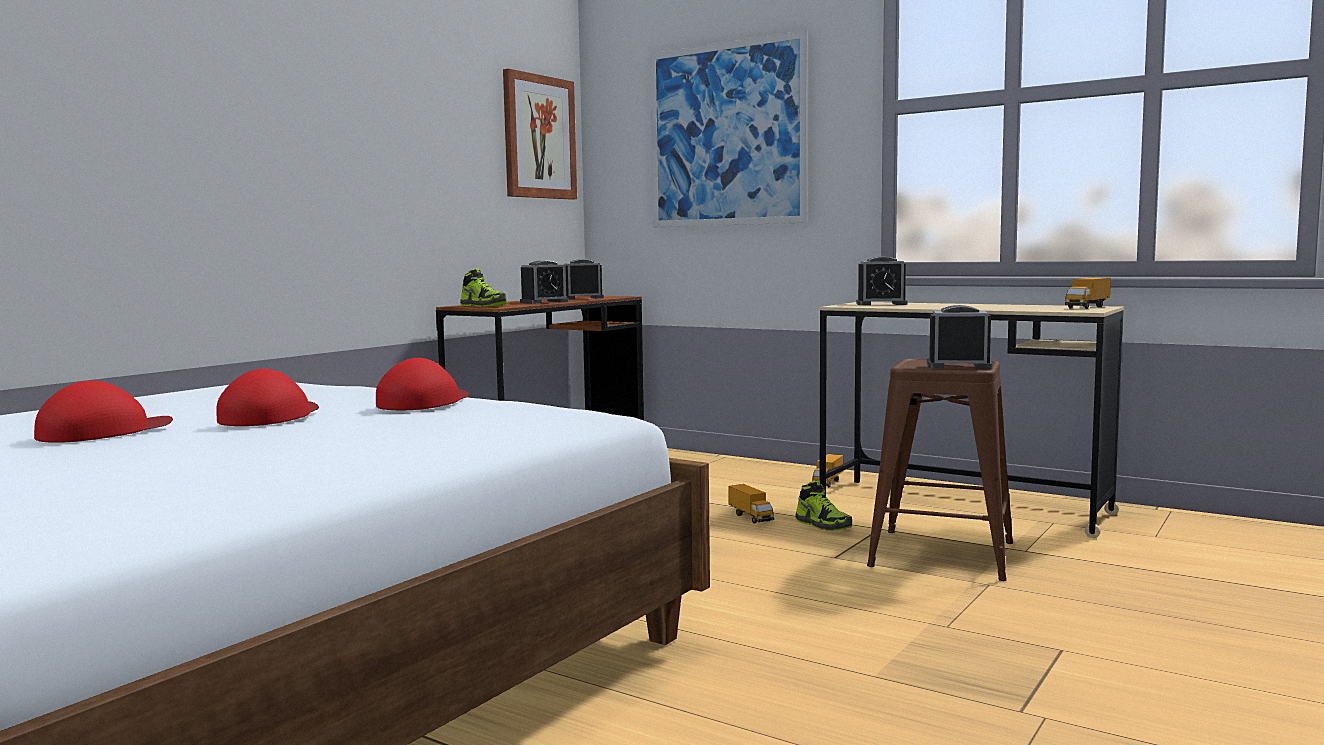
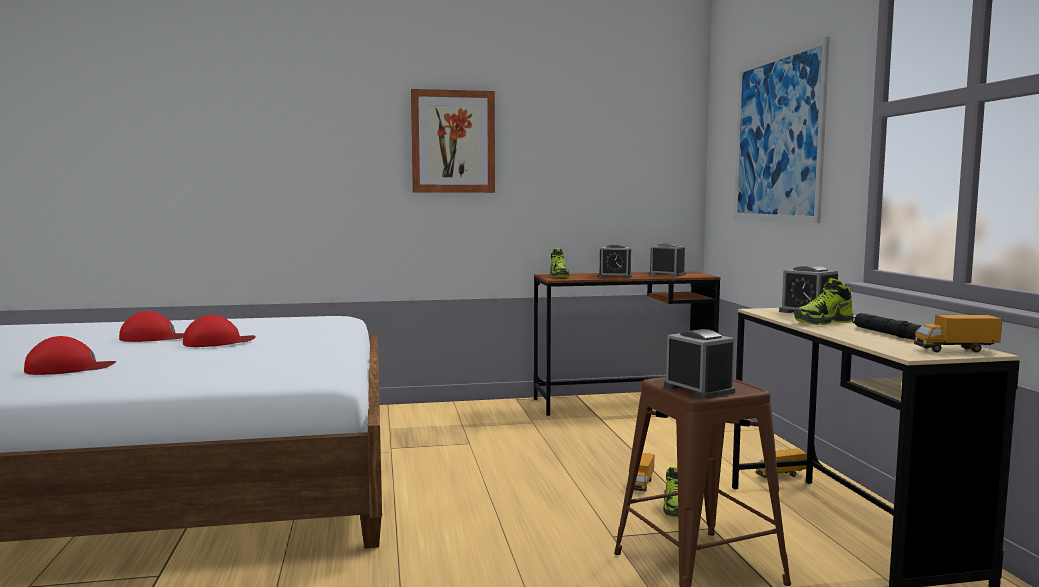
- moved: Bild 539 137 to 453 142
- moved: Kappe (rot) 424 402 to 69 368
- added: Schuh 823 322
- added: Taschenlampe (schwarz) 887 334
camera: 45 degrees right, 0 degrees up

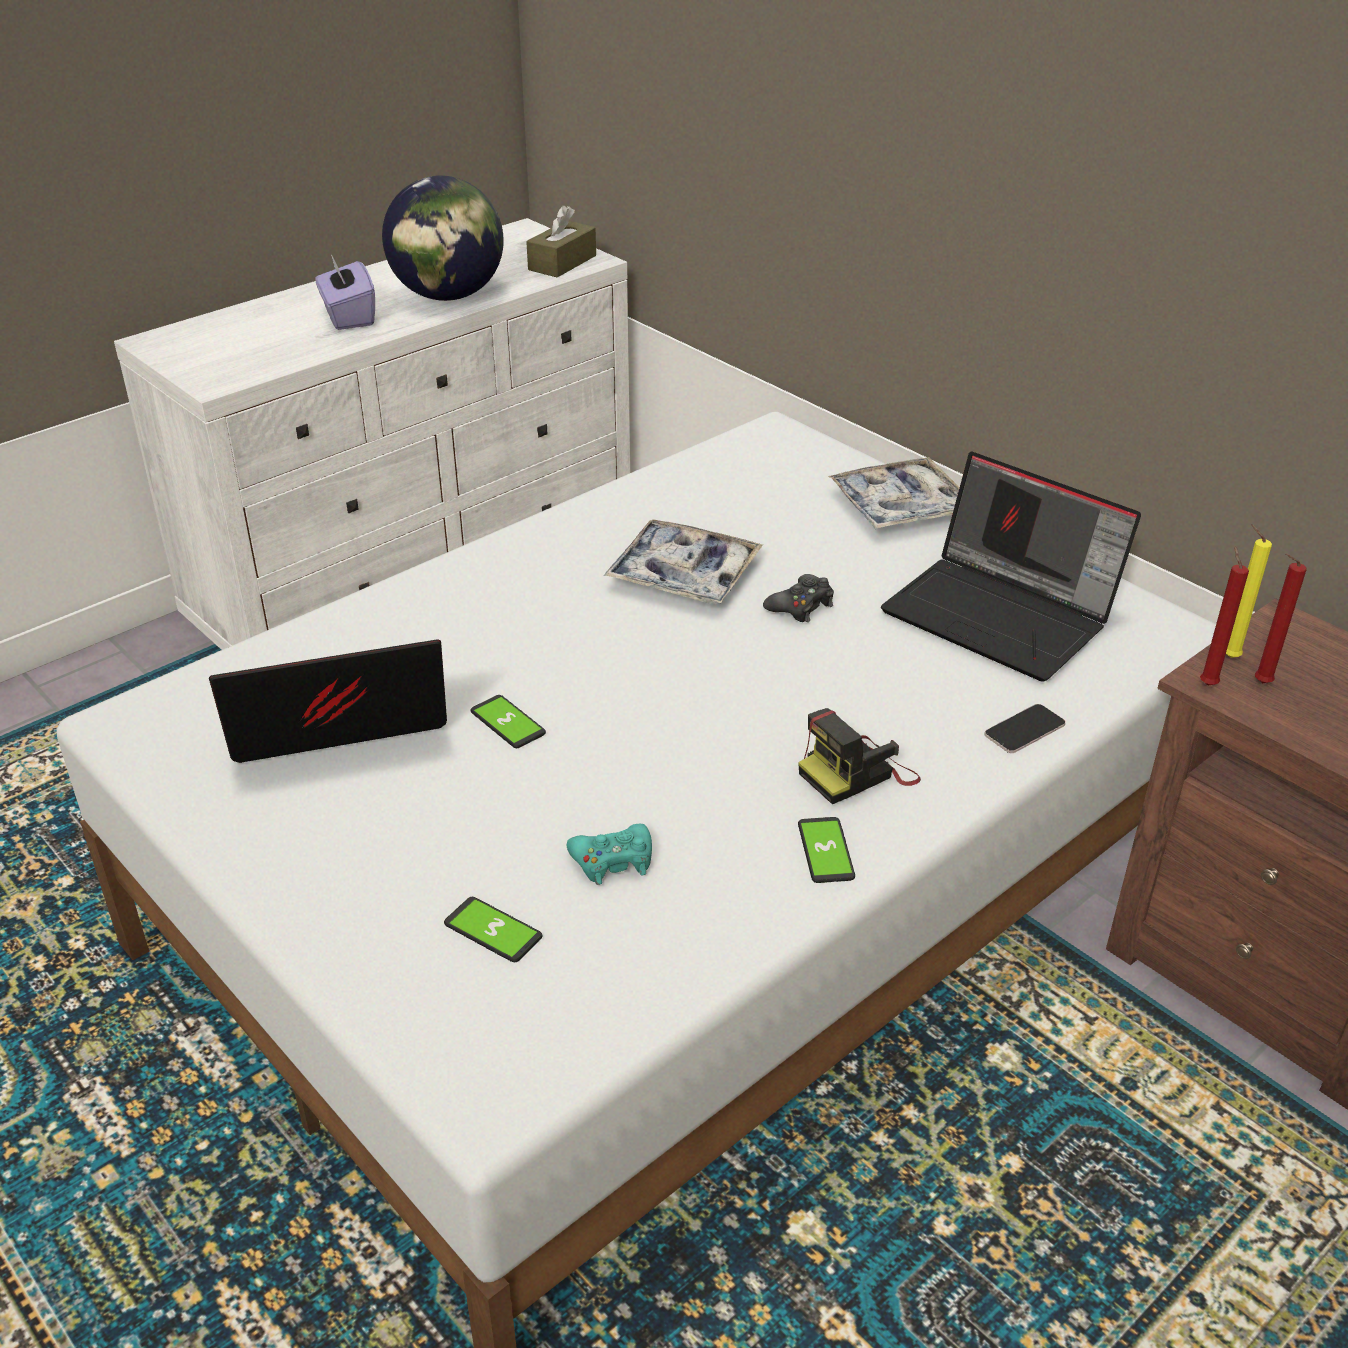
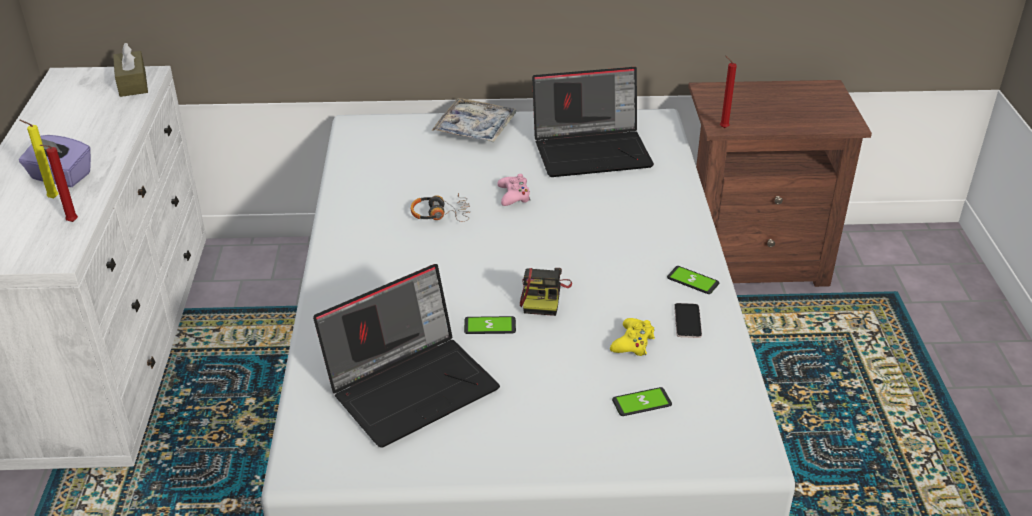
- removed: Globus 448 296
- replaced: Tablett 683 575 to Kopfhörer 441 214
- moved: Kerze (gelb) 1228 656 to 51 198
- moved: Kerze (rot) 1259 683 to 71 222
- recoloured: Gamepad (schwarz) 801 606 to Gamepad (rosa) 514 196
- turned: Laptop 333 722 = 412 385 150 degrees counterclockwise
- moved: Handy 1024 730 to 687 321
- moved: Kamera 857 773 to 544 296
- recoloured: Gamepad (türkis) 613 861 to Gamepad (gelb) 633 343
camera: 50 degrees left, 0 degrees up

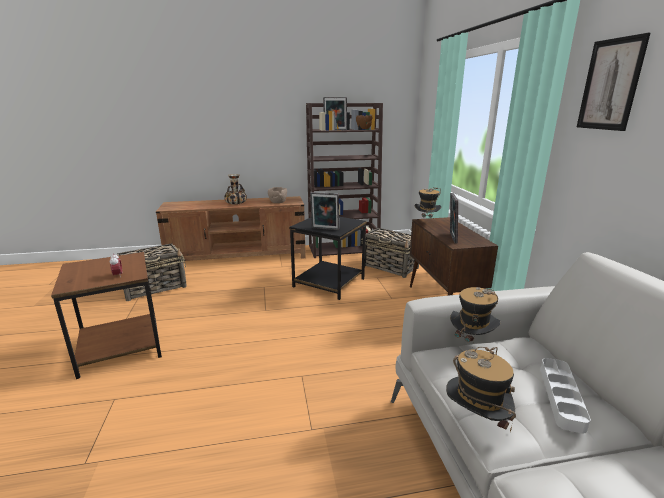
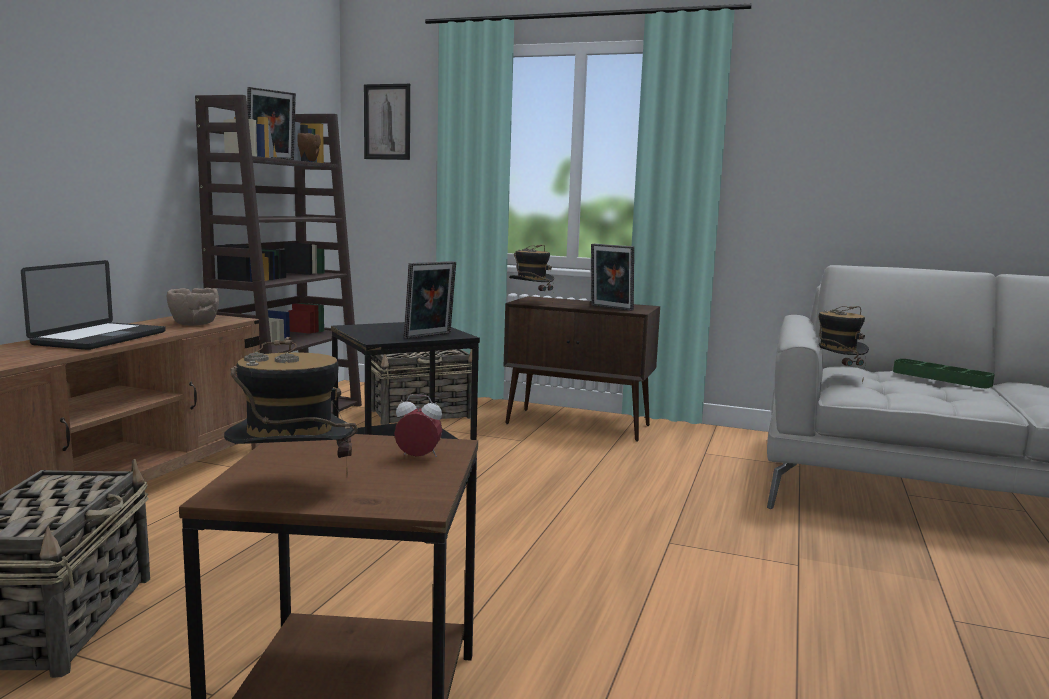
- moved: Bild 610 85 to 387 122
- replaced: Vase 236 203 to Laptop 100 338
- moved: Hut 475 422 to 291 489
- recoloured: Tablett (grau) 561 396 to Tablett (grün) 941 378
camera: 60 degrees left, 10 degrees down

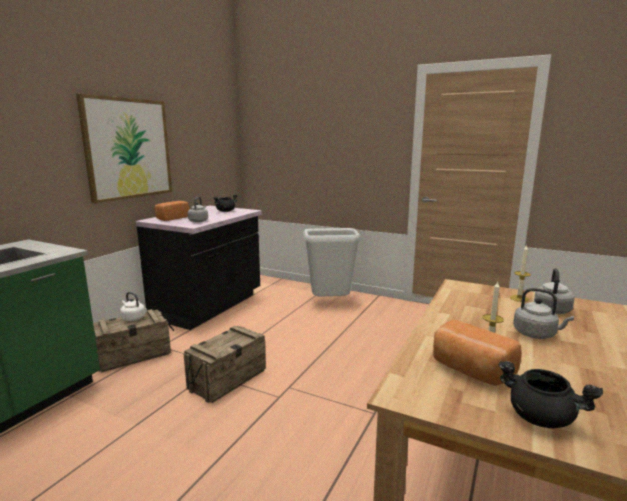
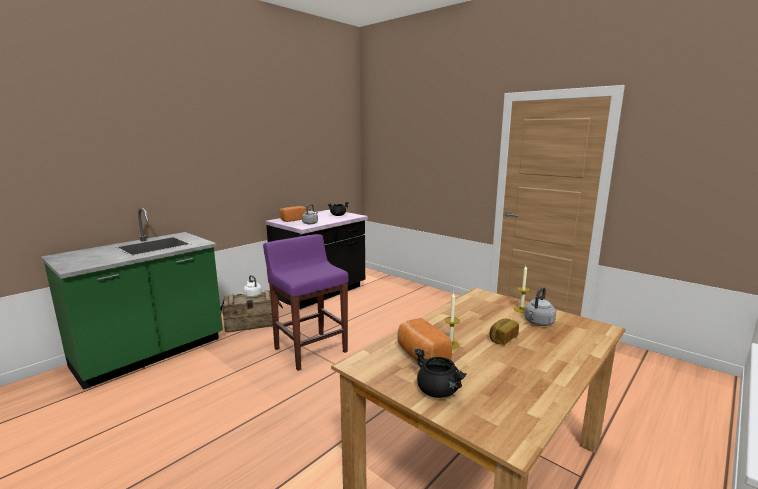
- removed: Bild 128 149
- removed: Mülleimer (grau) 330 302
- replaced: Wasserkessel (grau) 536 334 to Brot 502 338
- replaced: Kiste 227 379 to Hocker (lila) 310 350
camera: 15 degrees right, 0 degrees up

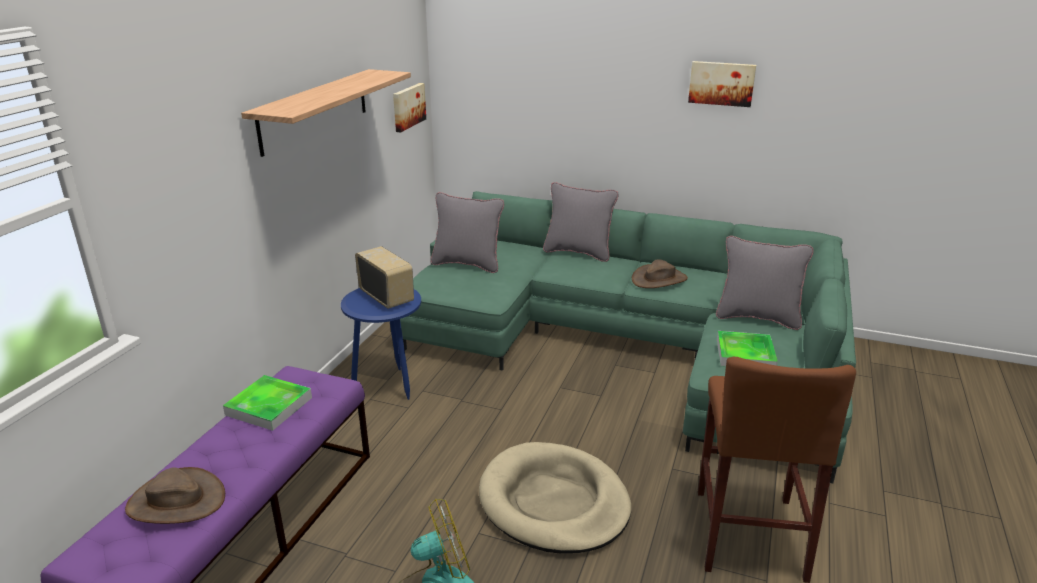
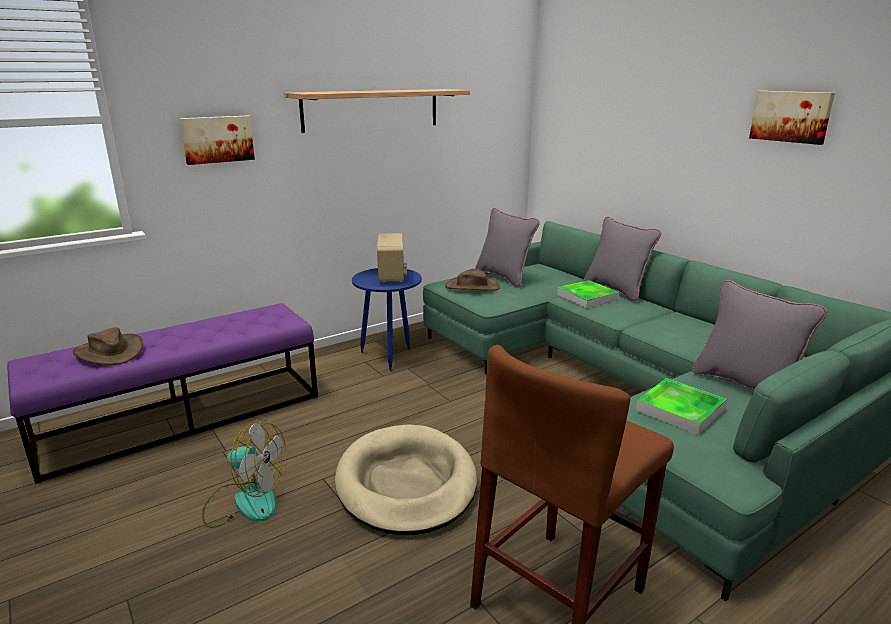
- moved: Bild 408 106 to 217 139
- moved: Hut (braun) 659 279 to 472 286
- moved: Tablett 269 406 to 587 297
camera: 35 degrees right, 5 degrees down

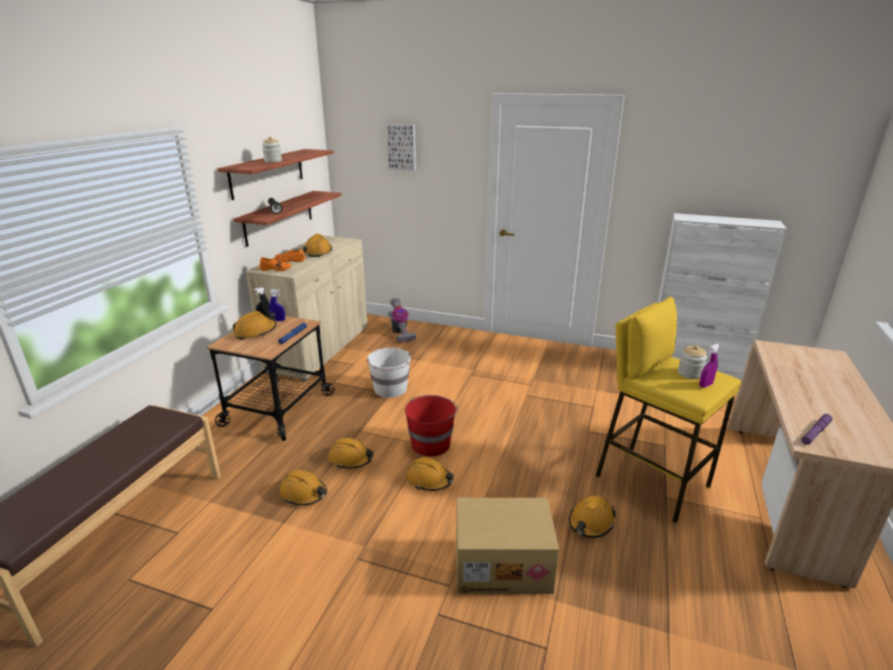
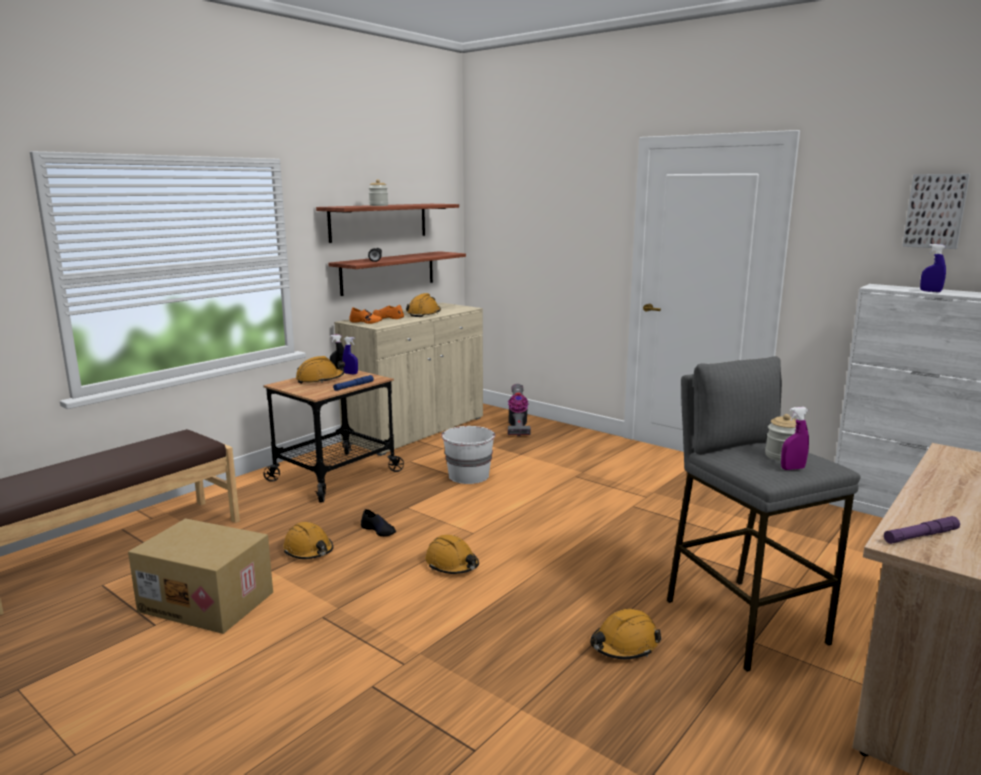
- moved: Bild 402 147 to 935 211
- recoloured: Hocker (gelb) 651 481 to Hocker (grau) 744 621
- removed: Eimer (rot) 431 443
- replaced: Schutzhelm (orange) 351 459 to Schuh (schwarz) 379 530
- moved: Karton 503 564 to 208 601
- added: Sprühflasche (blau) 930 291
camera: 20 degrees right, 10 degrees down

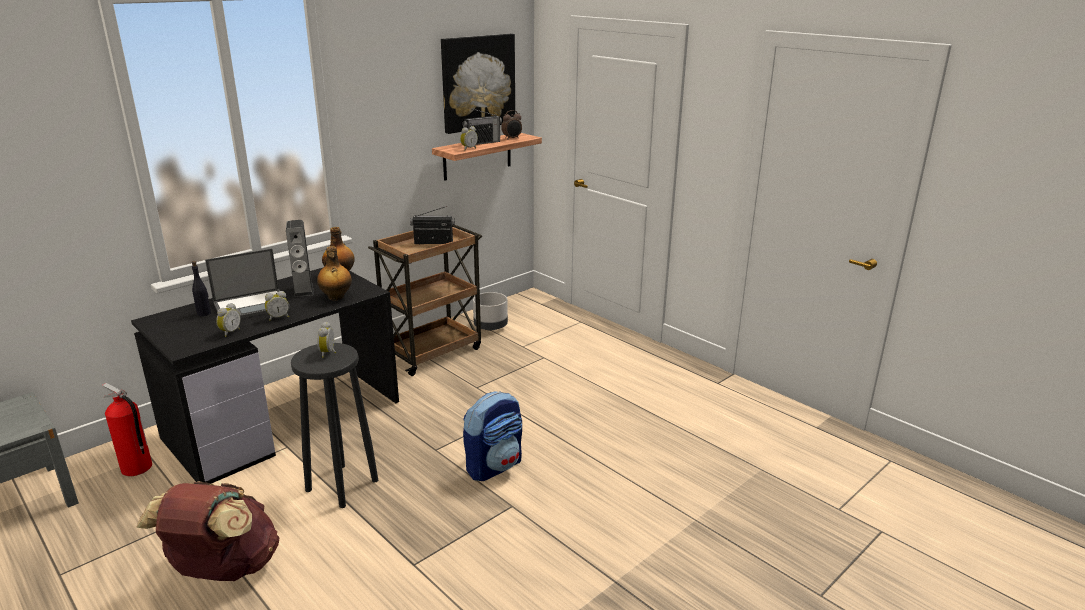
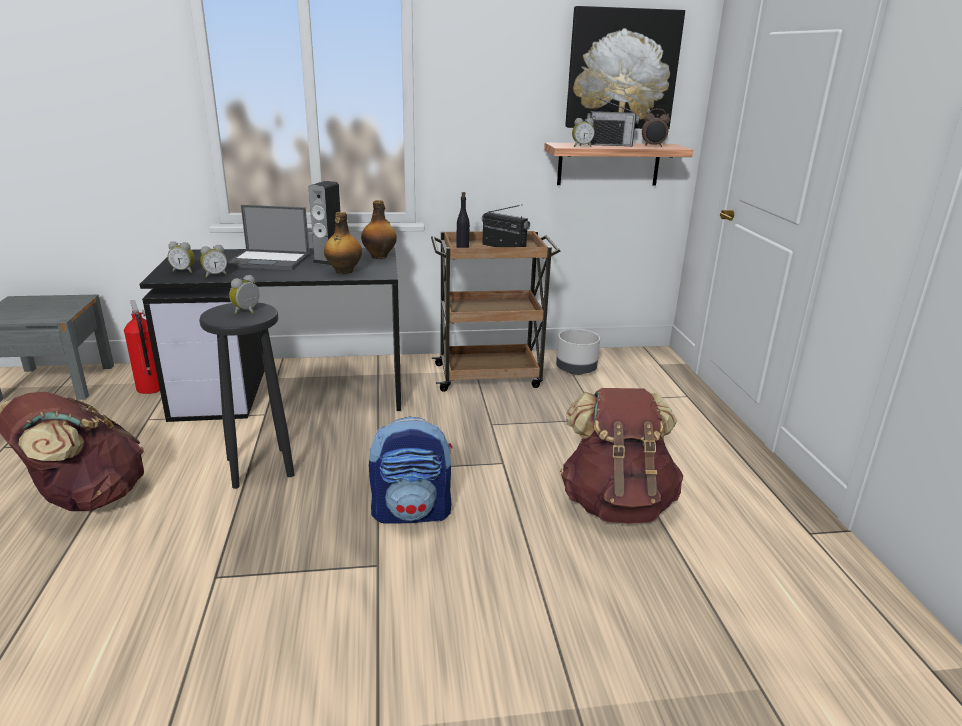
- moved: Flasche (schwarz) 204 313 to 462 247
- moved: Wecker 278 317 to 184 271
- added: Rucksack (braun) 616 503
camera: 35 degrees right, 0 degrees up

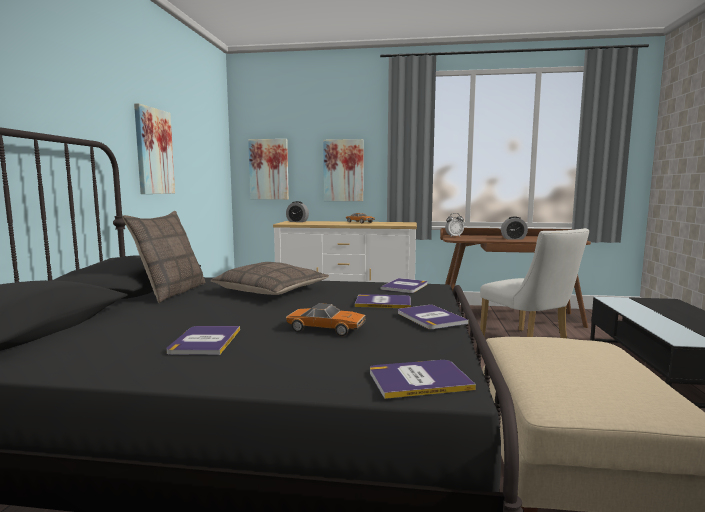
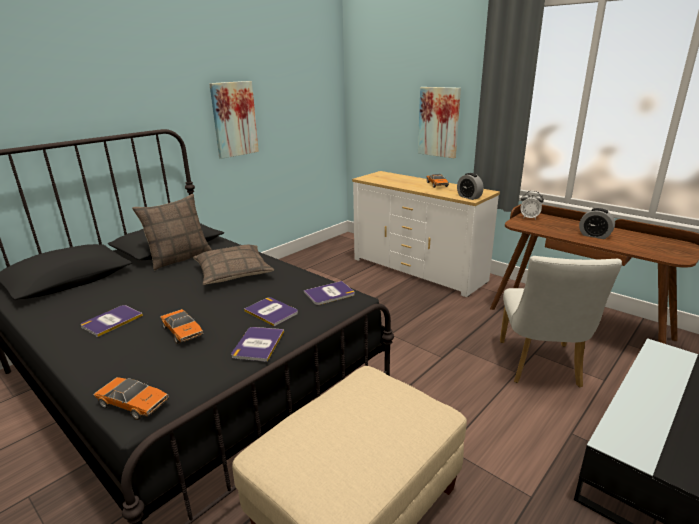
- removed: Bild 269 169
- moved: Wecker 297 221 to 469 197
- replaced: Buch 419 380 to Spielzeugauto 133 404
camera: 35 degrees right, 15 degrees up

